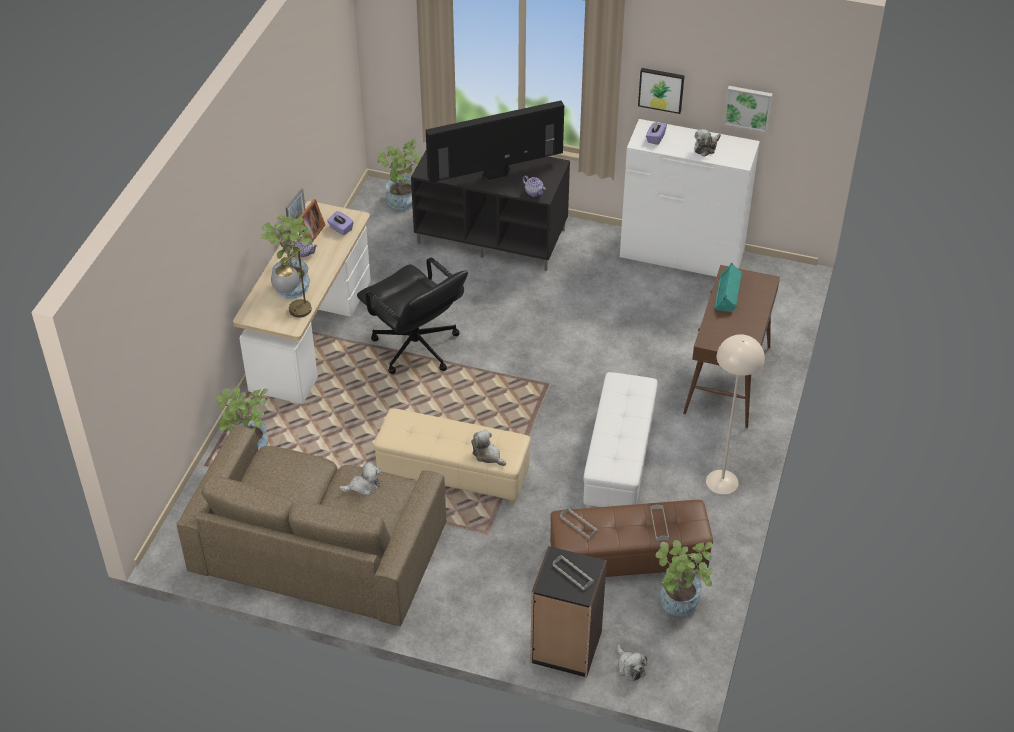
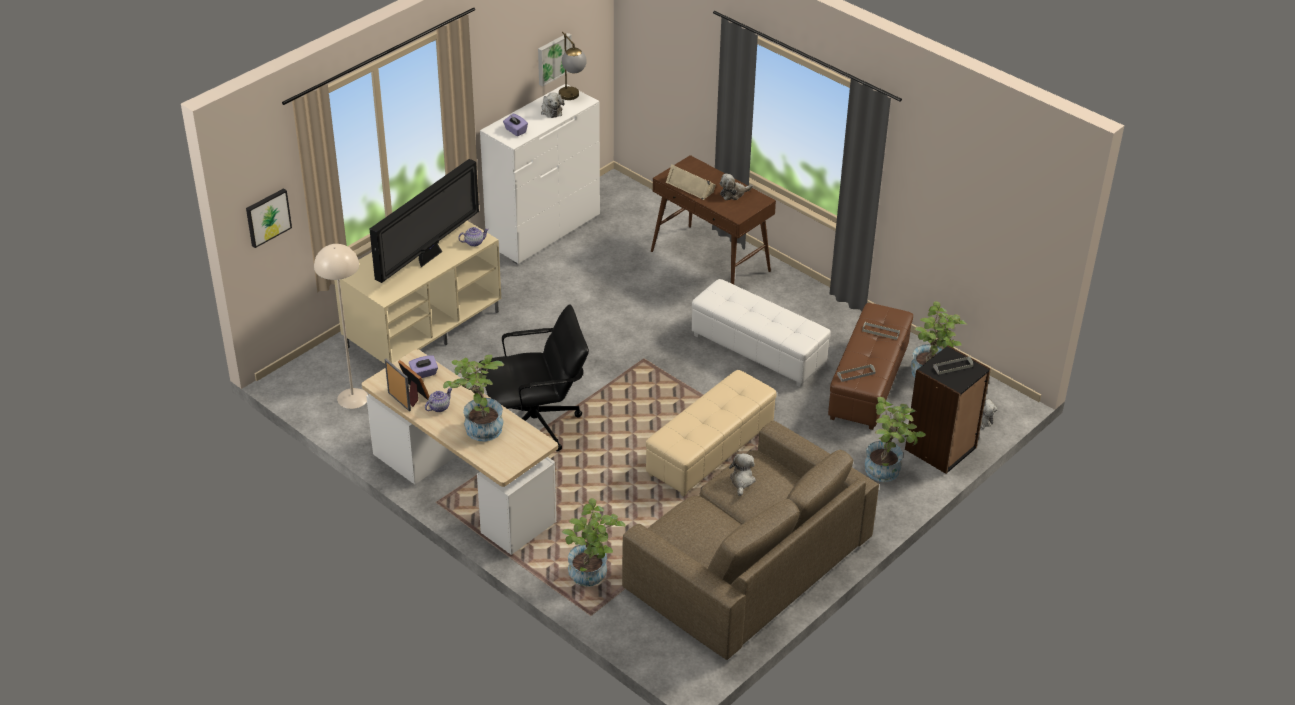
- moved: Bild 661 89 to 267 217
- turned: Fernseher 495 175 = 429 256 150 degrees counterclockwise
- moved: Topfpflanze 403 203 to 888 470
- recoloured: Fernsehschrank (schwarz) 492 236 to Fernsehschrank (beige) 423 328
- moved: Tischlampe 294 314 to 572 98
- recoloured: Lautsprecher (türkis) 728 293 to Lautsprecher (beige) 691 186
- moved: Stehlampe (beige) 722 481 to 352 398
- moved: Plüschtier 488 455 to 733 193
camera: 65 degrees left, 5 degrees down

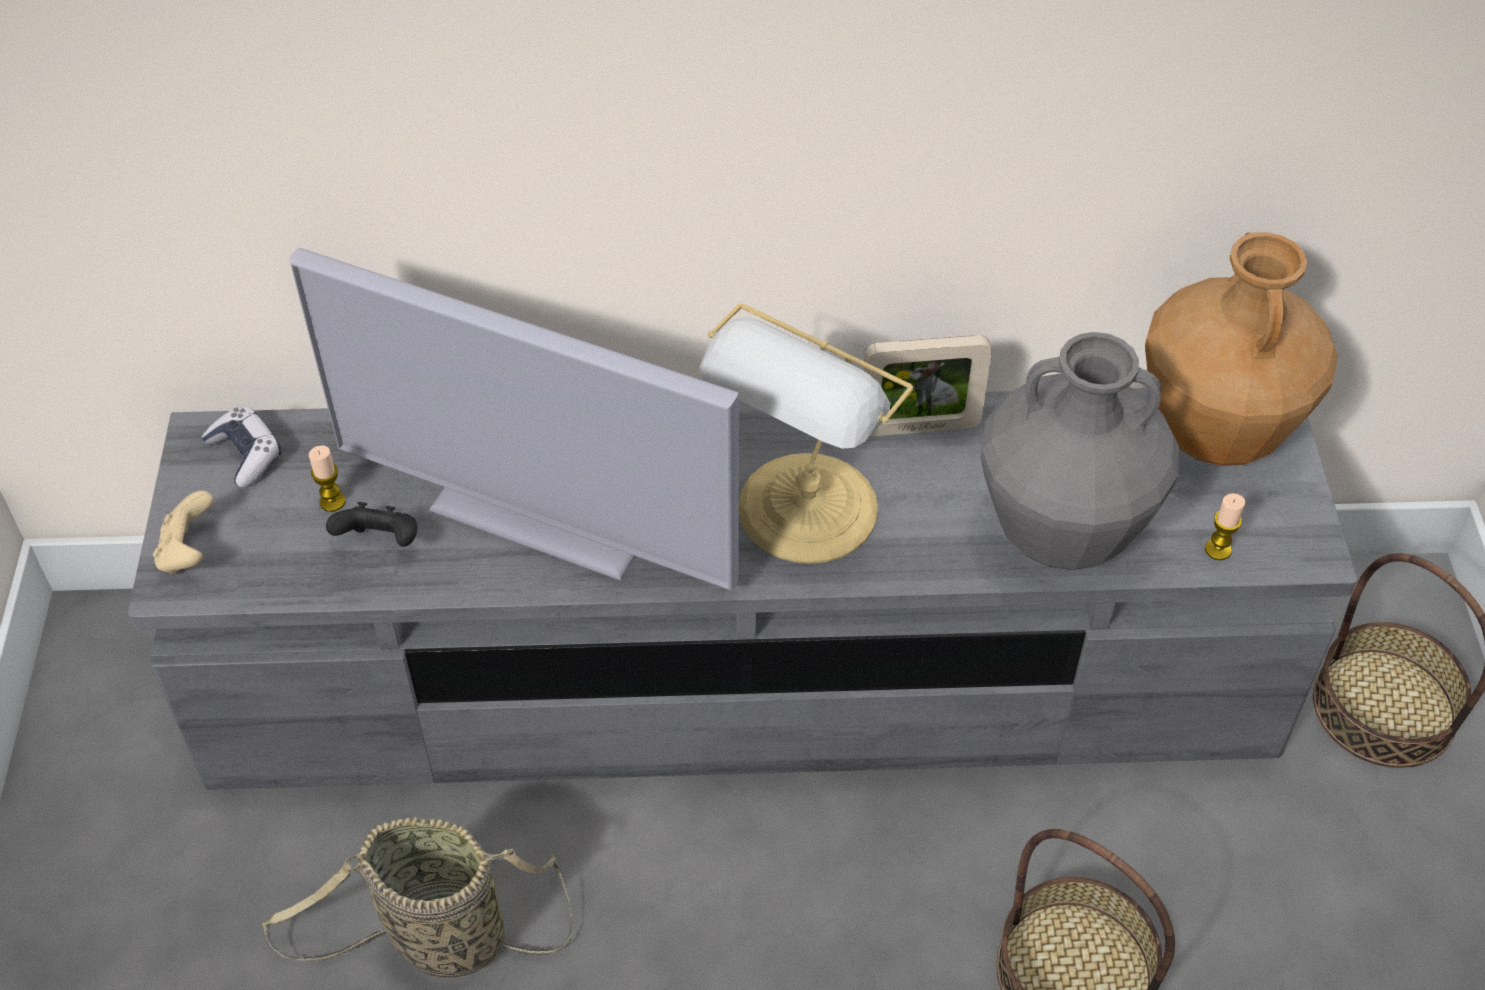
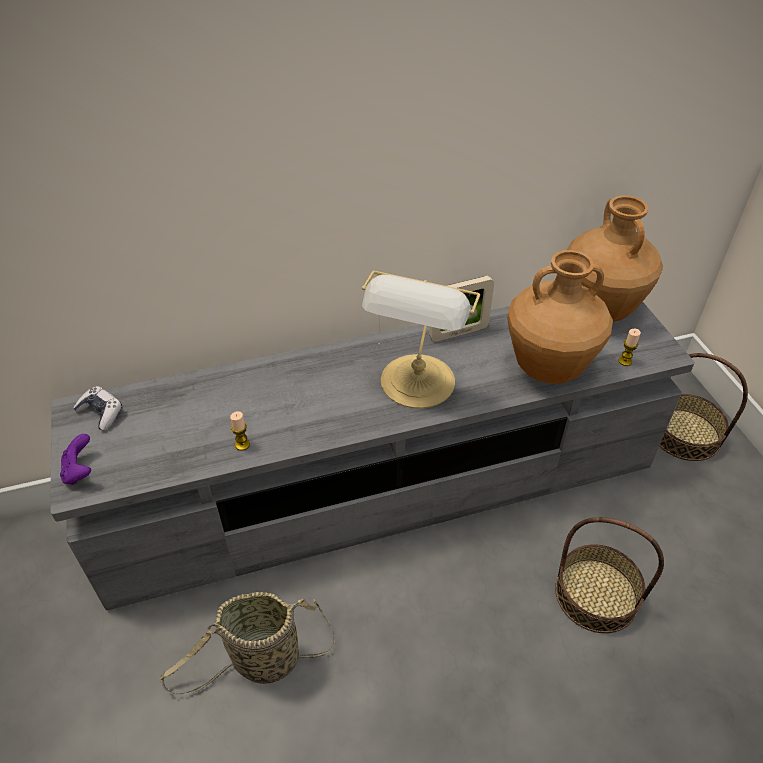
- removed: Fernseher 542 517
- recoloured: Vase (grau) 1060 534 to Vase (braun) 547 369
- moved: Kerze 332 502 to 242 444
- recoloured: Gamepad (beige) 189 552 to Gamepad (lila) 80 471
- removed: Gamepad (schwarz) 381 542
camera: 15 degrees left, 5 degrees down

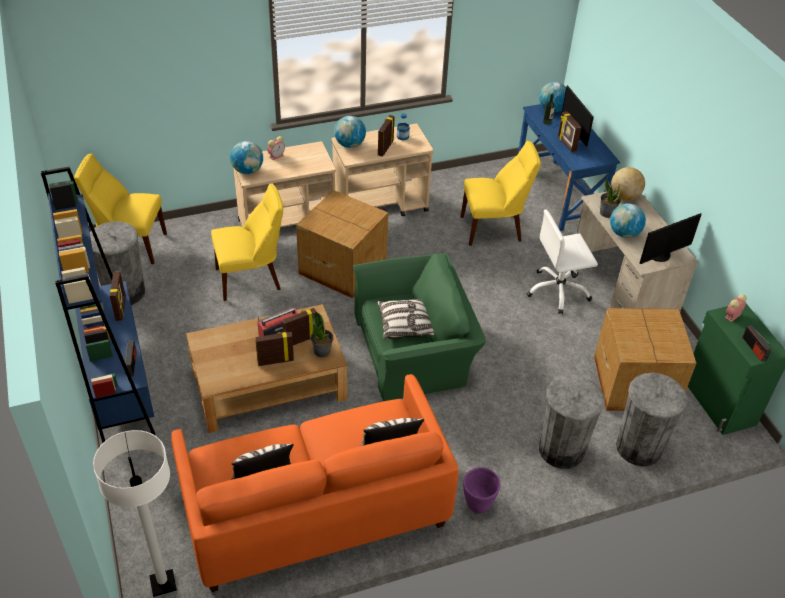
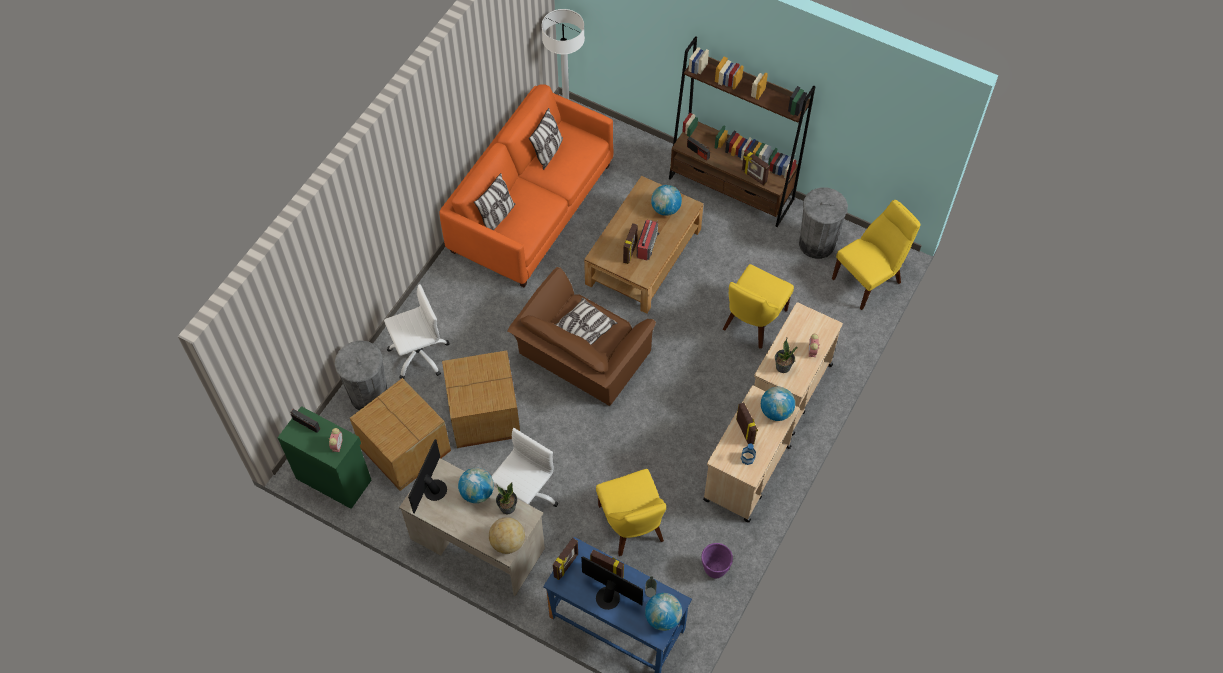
- moved: Globus 248 170 to 665 209
- turned: Stuhl (gelb) 494 229 = 632 526 60 degrees counterclockwise
- recoloured: Bücherregal (blau) 119 382 to Bücherregal (braun) 731 189
- moved: Karton 342 266 to 485 415
- recoloured: Sessel (grün) 414 348 to Sessel (braun) 581 356
- moved: Topfpflanze 322 351 to 783 367
- moved: Bilderrahmen 275 361 to 566 565
- replaced: Mülleimer (grau) 561 449 to Bürostuhl (weiß) 419 354
- moved: Pflanzkübel (lila) 478 505 to 715 569
camera: 140 degrees right, 15 degrees up

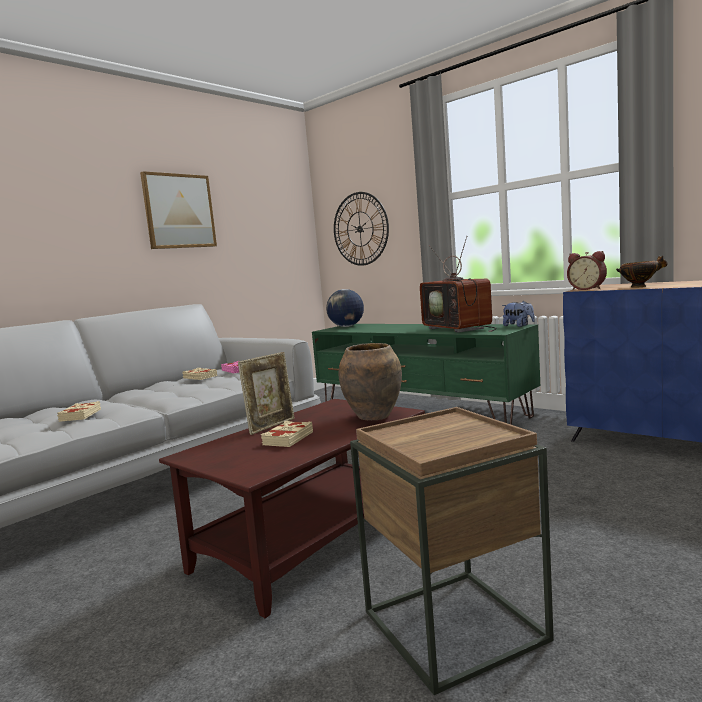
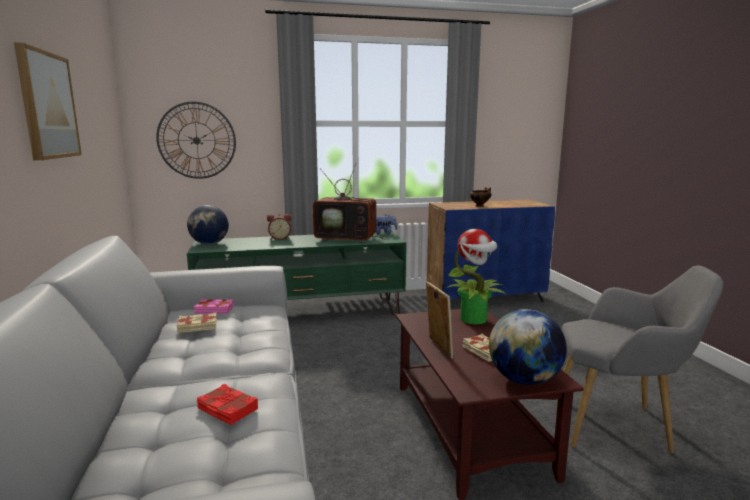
- moved: Wecker 587 289 to 280 238
- replaced: Vase (braun) 374 416 to Topfpflanze 474 319
- recoloured: Buch (beige) 79 415 to Buch (rot) 227 409
- replaced: Beistelltisch (braun) 453 626 to Sessel (grau) 619 425
- added: Globus 524 380
camera: 55 degrees left, 5 degrees up

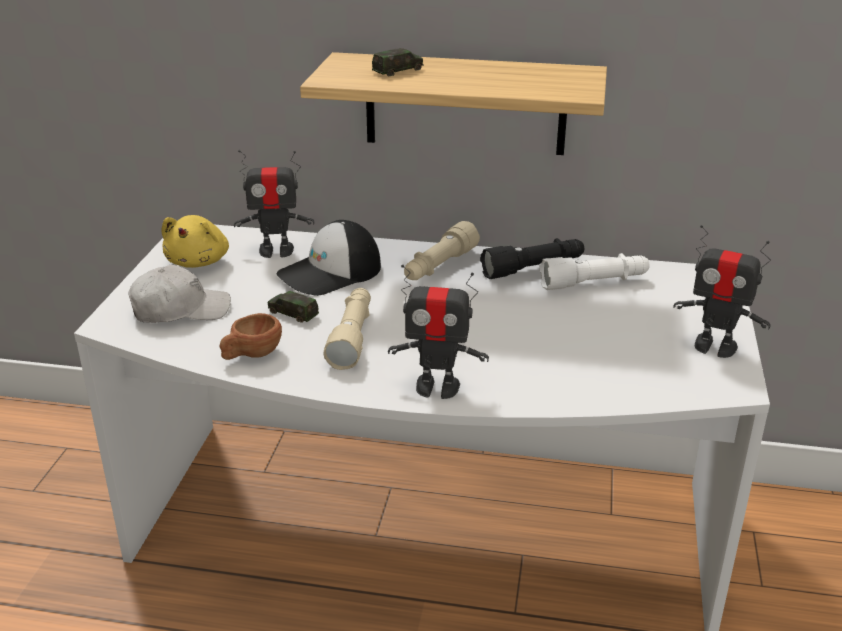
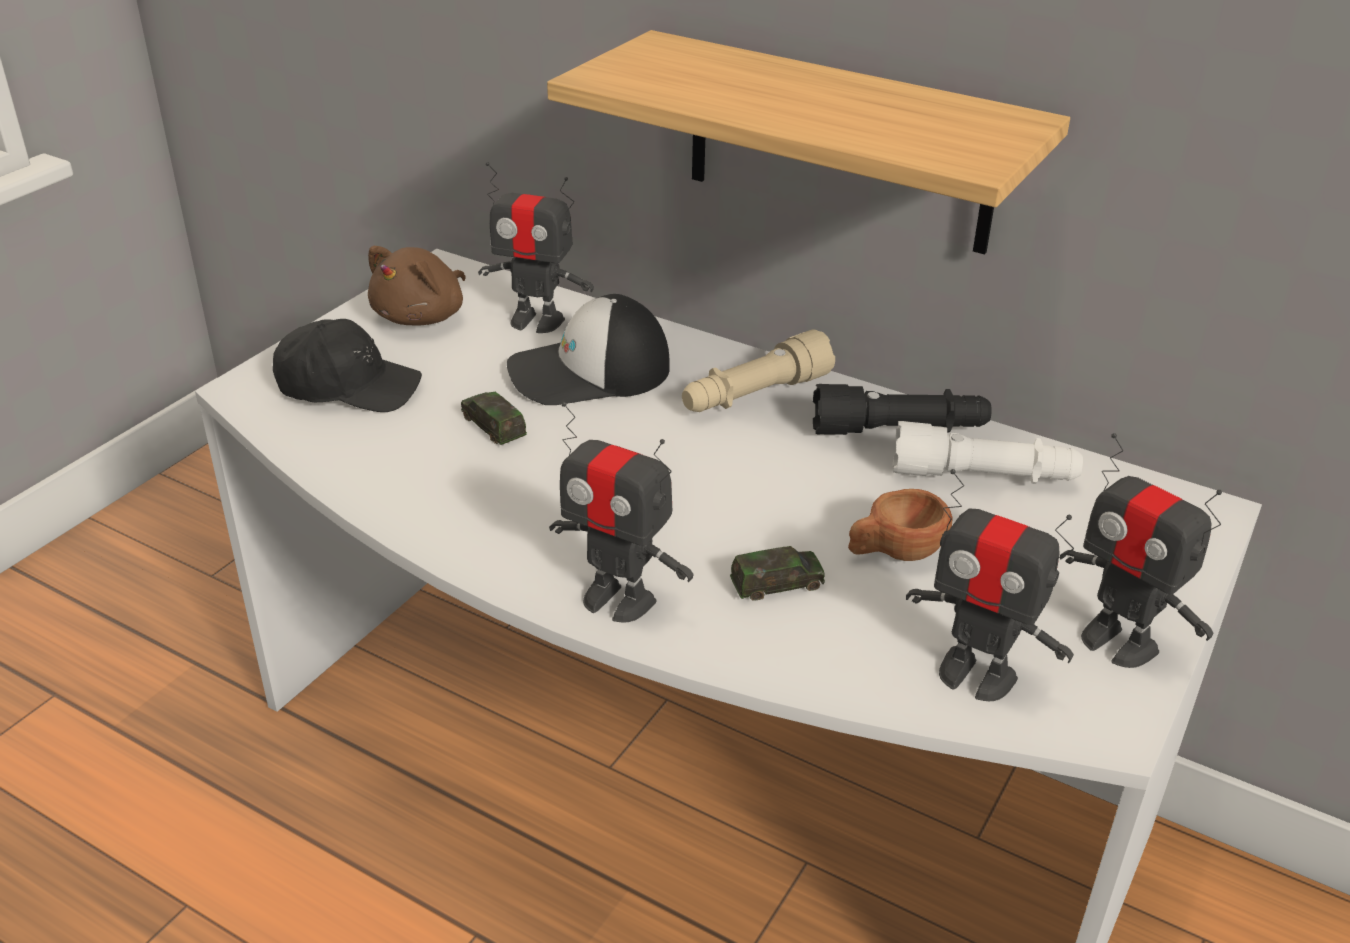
- moved: Spielzeugauto 397 71 to 776 584
- recoloured: Plüschtier (gelb) 199 261 to Plüschtier (braun) 422 316
- recoloured: Kappe (weiß) 180 310 to Kappe (schwarz) 348 387
- removed: Taschenlampe (beige) 352 337
- moved: Tasse (braun) 251 355 to 894 553
- added: Spielzeugroboter 976 675
camera: 20 degrees right, 5 degrees up

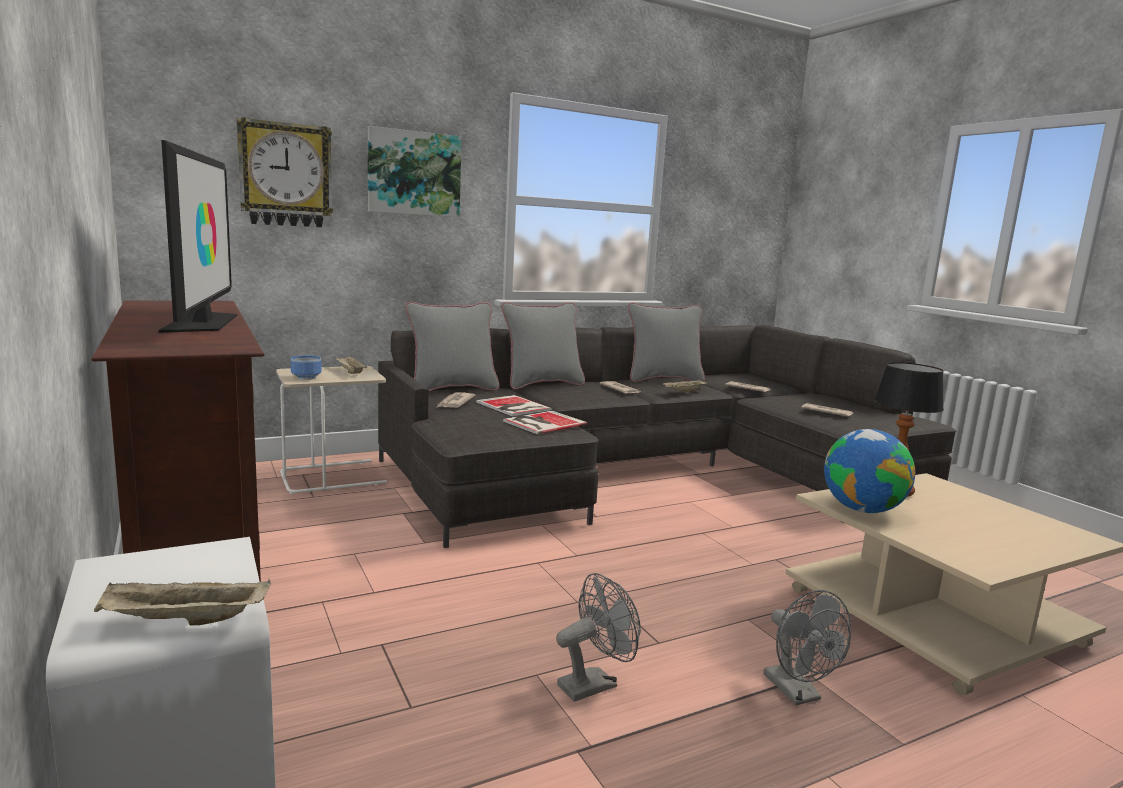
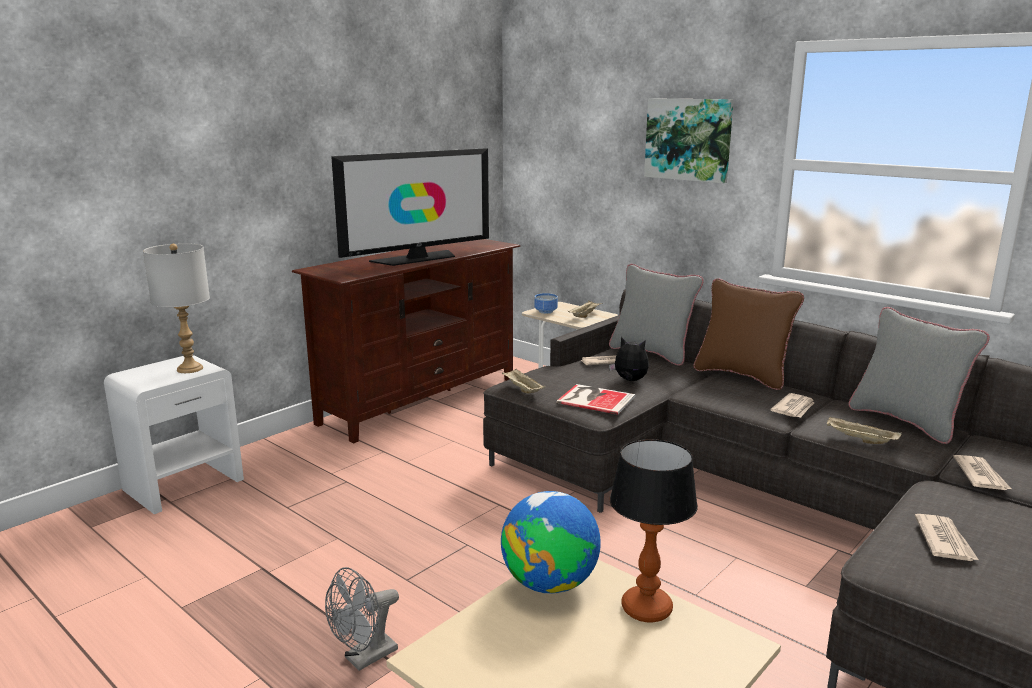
- removed: Wanduhr 285 175
- recoloured: Kissen (grau) 542 384 to Kissen (braun) 742 375
- replaced: Buch 513 406 to Plüschtier 629 381
- removed: Ventilator (grau) 594 683
- moved: Tablett (beige) 183 621 to 522 389
- added: Tischlampe (grau) 190 369
camera: 70 degrees right, 5 degrees up

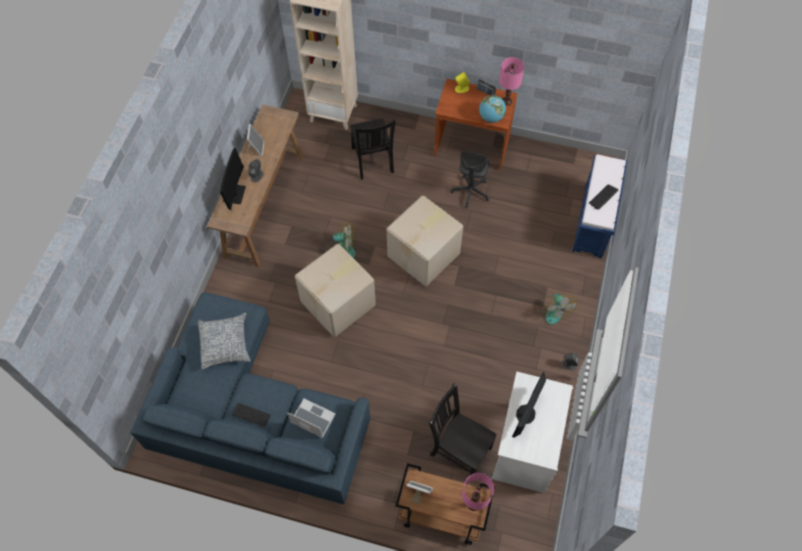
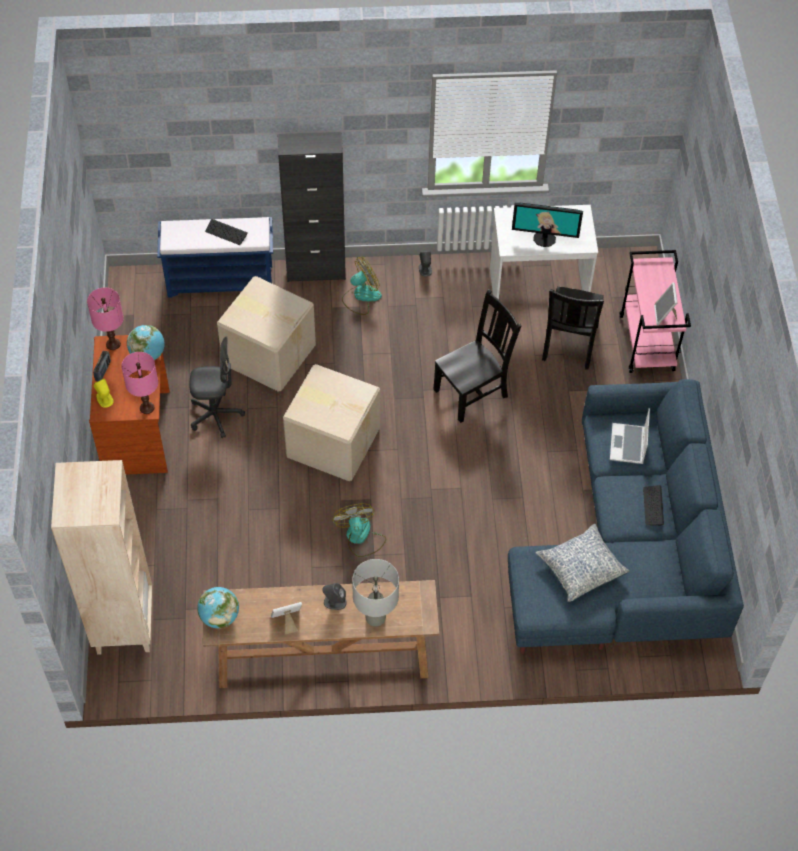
- moved: Stuhl (schwarz) 372 161 to 473 392
- replaced: Monitor 235 194 to Tischlampe (grau) 375 618
- moved: Karton 339 303 to 268 353
- recoloured: Rollwagen (braun) 440 516 to Rollwagen (rosa) 647 343
- moved: Tischlampe (rosa) 473 504 to 147 408
- added: Schrank (schwarz) 316 270
- added: Globus 219 617
camera: 110 degrees left, 5 degrees down

